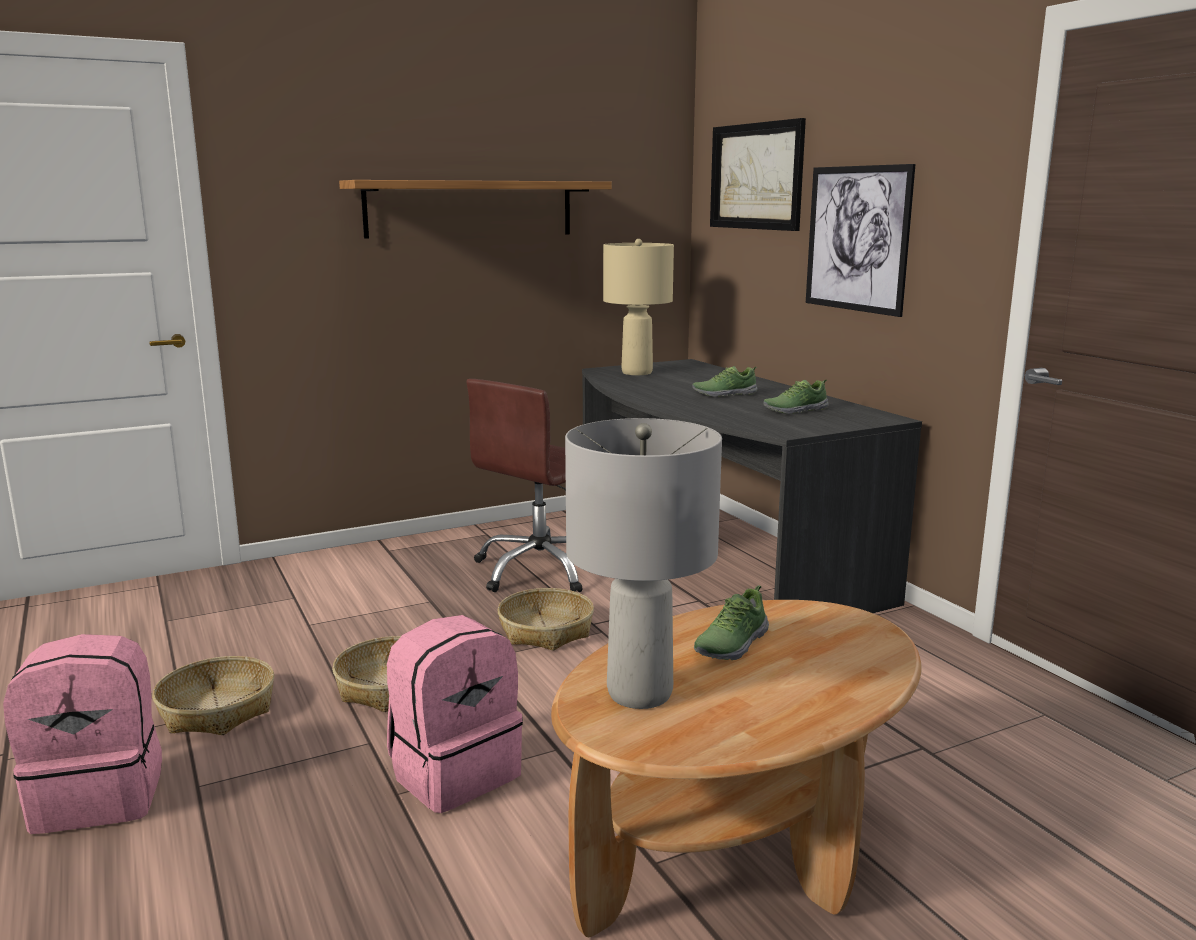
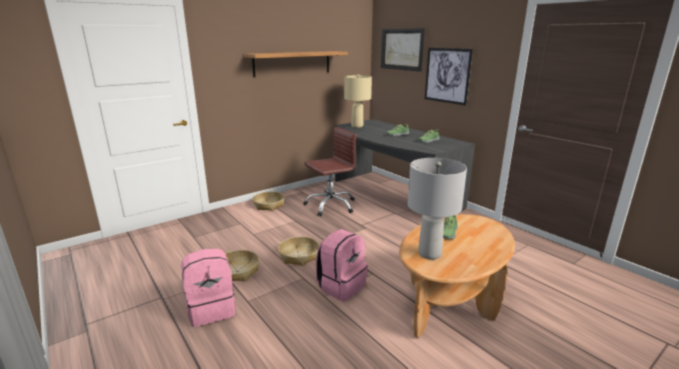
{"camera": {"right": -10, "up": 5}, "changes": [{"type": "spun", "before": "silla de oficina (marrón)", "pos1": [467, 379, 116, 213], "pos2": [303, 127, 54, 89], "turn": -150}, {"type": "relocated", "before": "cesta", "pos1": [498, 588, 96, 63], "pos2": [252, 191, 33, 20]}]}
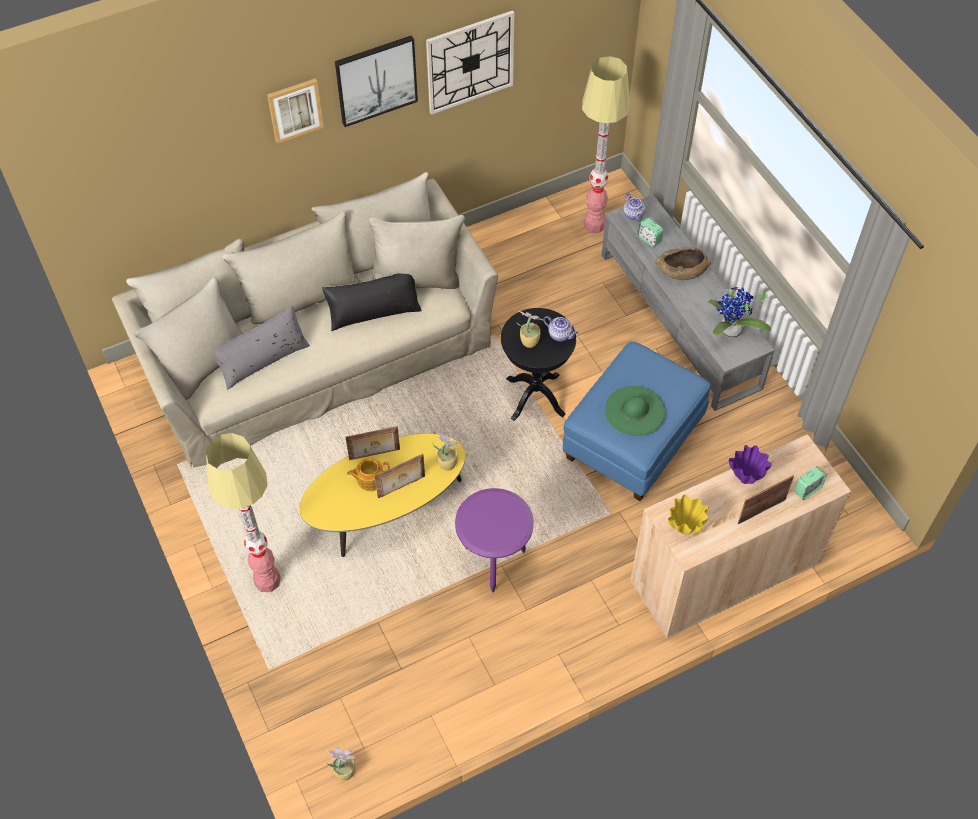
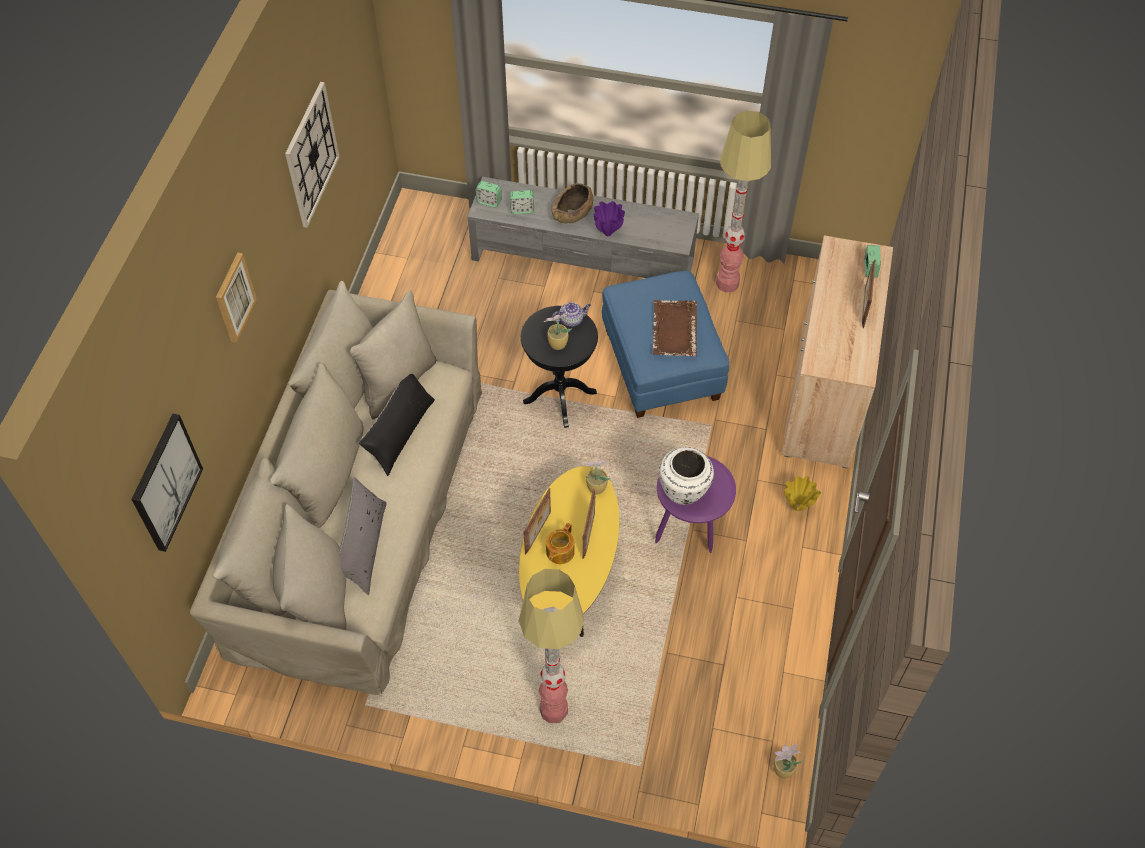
{"camera": {"right": -50, "up": 0}, "changes": [{"type": "relocated", "before": "cuadro", "pos1": [335, 35, 83, 92], "pos2": [131, 414, 72, 138]}, {"type": "relocated", "before": "lámpara de pie", "pos1": [582, 56, 48, 177], "pos2": [716, 111, 55, 182]}, {"type": "exchanged", "before": "tetera", "after": "despertador", "pos1": [623, 193, 22, 28], "pos2": [476, 181, 25, 27]}, {"type": "missing", "before": "planta en maceta", "pos1": [708, 287, 63, 51]}, {"type": "exchanged", "before": "sombrero (verde)", "after": "bandeja (marrón)", "pos1": [605, 386, 61, 50], "pos2": [653, 300, 44, 56]}, {"type": "relocated", "before": "florero (morado)", "pos1": [729, 445, 43, 39], "pos2": [594, 201, 31, 35]}, {"type": "relocated", "before": "florero (amarillo)", "pos1": [668, 495, 41, 40], "pos2": [784, 476, 37, 35]}, {"type": "appeared", "after": "florero (blanco)", "pos2": [659, 447, 55, 58]}]}
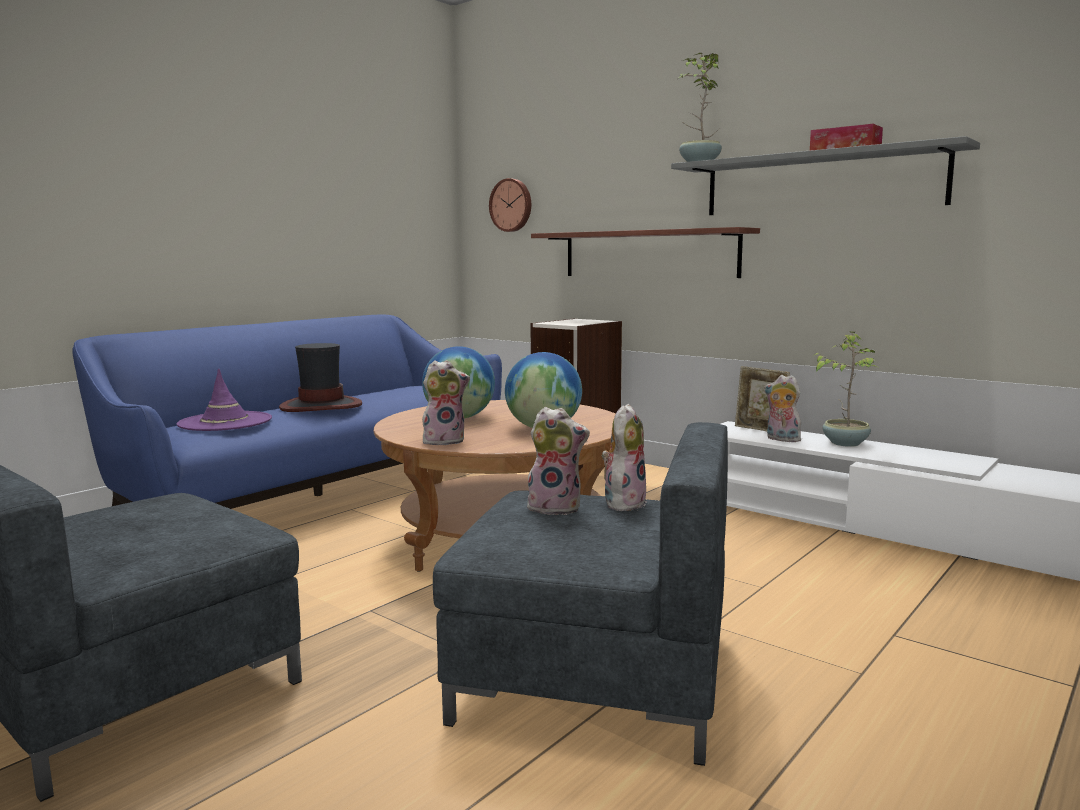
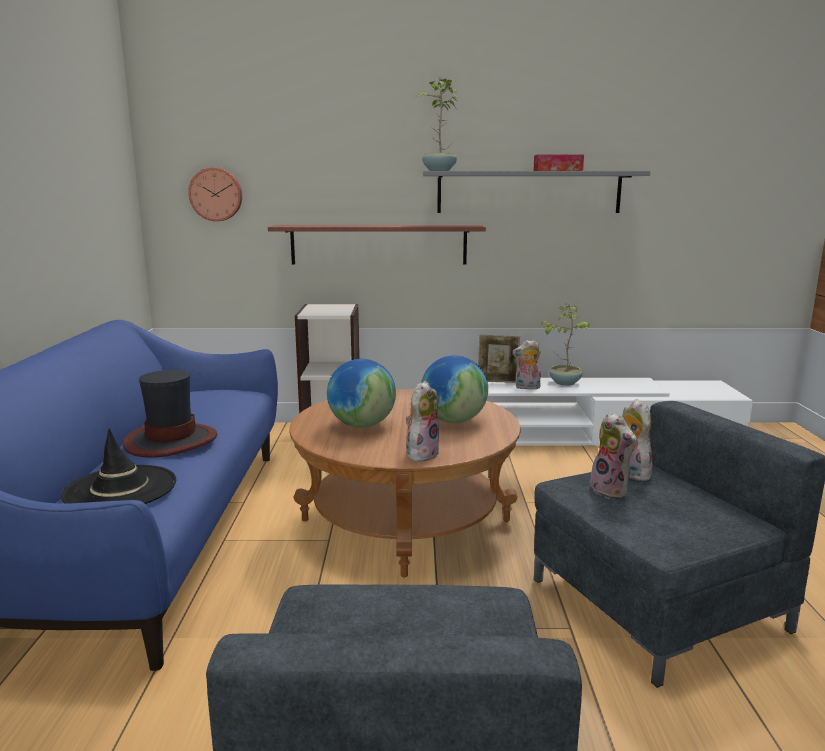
{"camera": {"right": -40, "up": 5}, "changes": [{"type": "colour", "before": "sombrero (morado)", "after": "sombrero (negro)", "pos1": [176, 368, 96, 63], "pos2": [61, 428, 115, 76]}, {"type": "spun", "before": "peluche", "pos1": [525, 407, 65, 108], "pos2": [590, 411, 47, 88], "turn": 90}]}
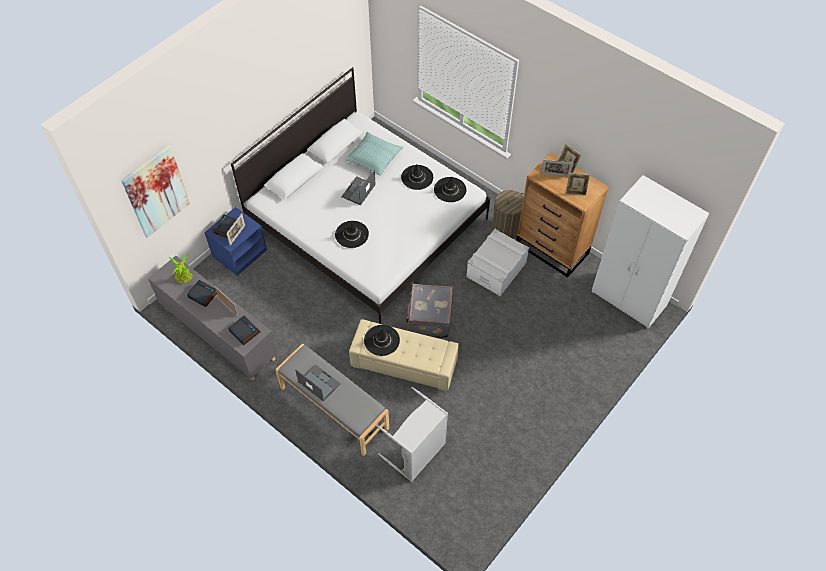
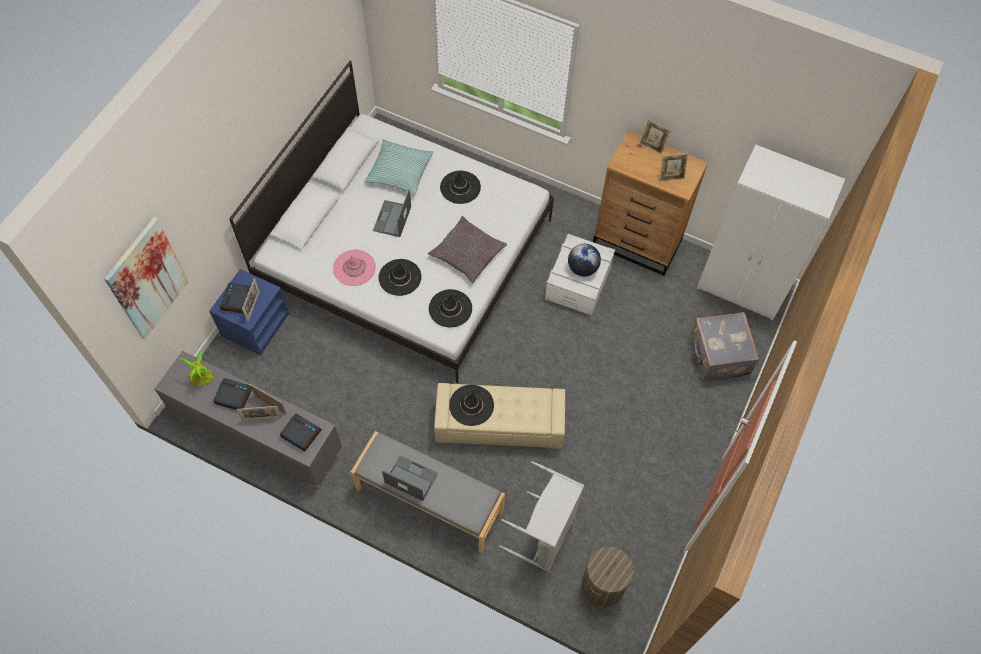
{"camera": {"right": -15, "up": 5}, "changes": [{"type": "relocated", "before": "portarretratos", "pos1": [541, 160, 33, 17], "pos2": [236, 406, 46, 15]}, {"type": "relocated", "before": "sombrero (negro)", "pos1": [434, 177, 32, 25], "pos2": [429, 289, 43, 38]}, {"type": "relocated", "before": "cesto de la ropa", "pos1": [492, 190, 32, 49], "pos2": [581, 546, 53, 61]}, {"type": "relocated", "before": "maleta (gris)", "pos1": [406, 284, 47, 55], "pos2": [690, 312, 69, 70]}, {"type": "appeared", "after": "cojín (gris)", "pos2": [428, 216, 79, 67]}, {"type": "appeared", "after": "globo terráqueo", "pos2": [568, 244, 33, 32]}, {"type": "appeared", "after": "sombrero (rosa)", "pos2": [333, 250, 43, 36]}]}
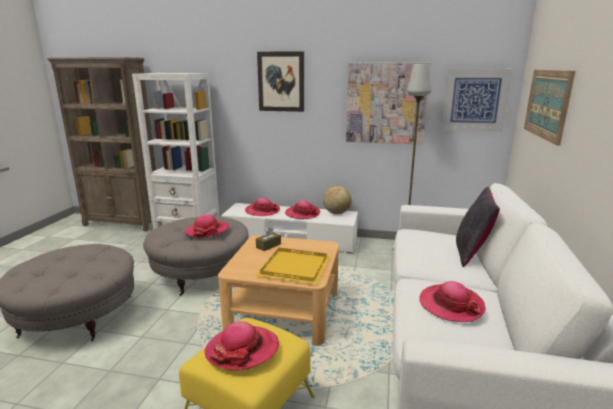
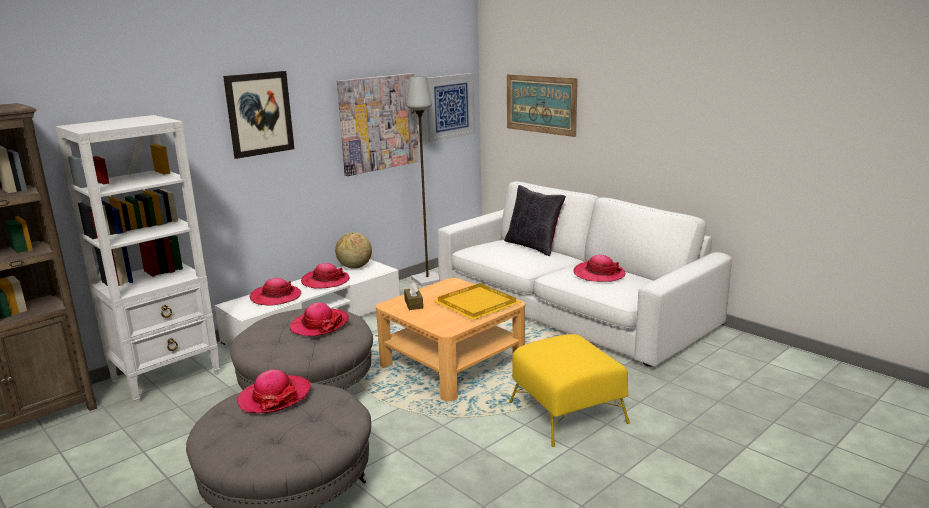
{"camera": {"right": -55, "up": 0}, "changes": [{"type": "relocated", "before": "sombrero", "pos1": [204, 321, 75, 49], "pos2": [237, 369, 74, 44]}]}
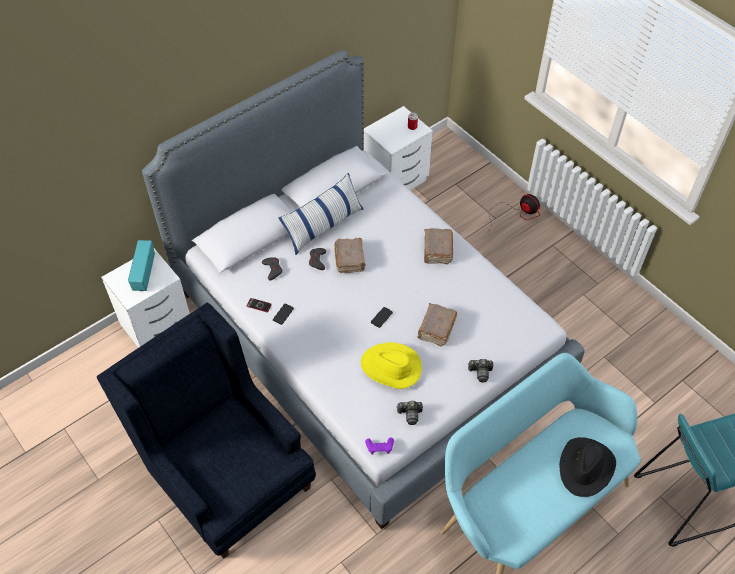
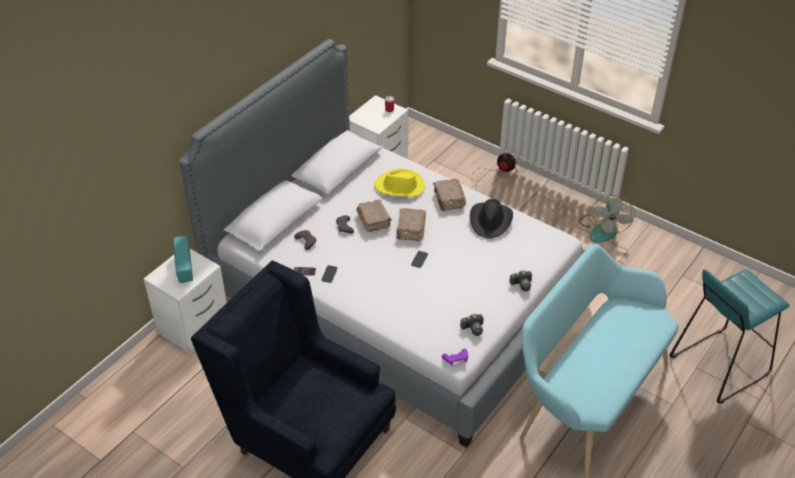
{"camera": {"right": -15, "up": -10}, "changes": [{"type": "missing", "before": "cojín", "pos1": [279, 173, 84, 82]}, {"type": "relocated", "before": "libro (marrón)", "pos1": [418, 303, 39, 44], "pos2": [397, 208, 29, 33]}, {"type": "relocated", "before": "sombrero (amarillo)", "pos1": [361, 342, 61, 47], "pos2": [374, 169, 51, 28]}, {"type": "relocated", "before": "sombrero (negro)", "pos1": [559, 437, 57, 60], "pos2": [470, 199, 43, 40]}, {"type": "appeared", "after": "ventilador", "pos2": [579, 195, 56, 48]}]}
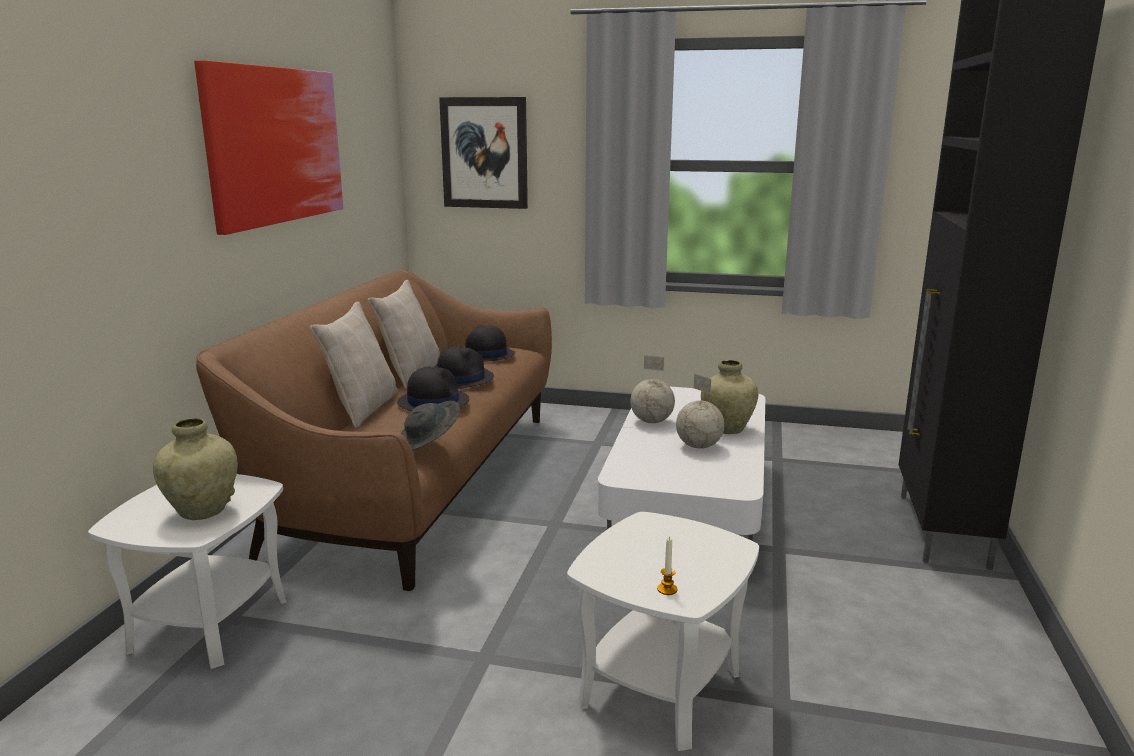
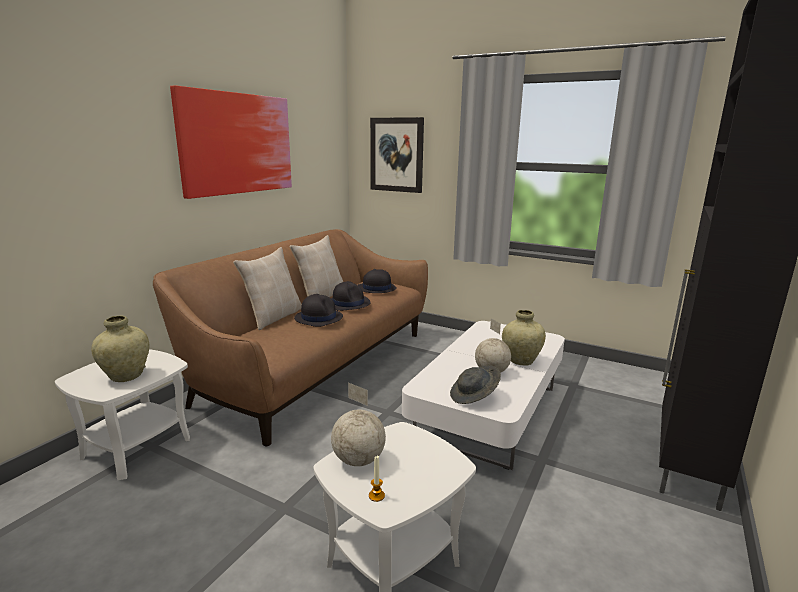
{"camera": {"right": 15, "up": 0}, "changes": [{"type": "relocated", "before": "globo terráqueo", "pos1": [630, 355, 45, 68], "pos2": [331, 382, 55, 84]}, {"type": "relocated", "before": "sombrero (gris)", "pos1": [401, 401, 59, 49], "pos2": [450, 366, 51, 38]}]}
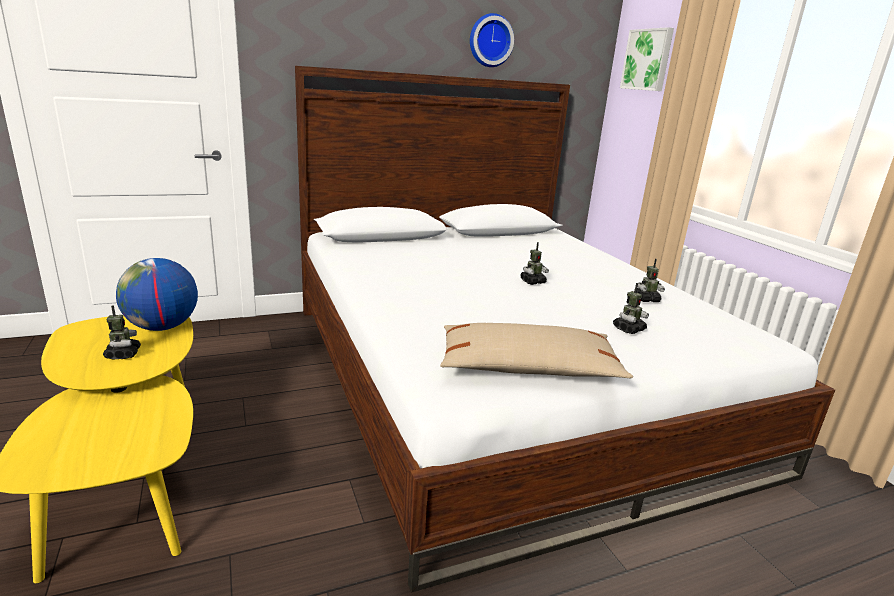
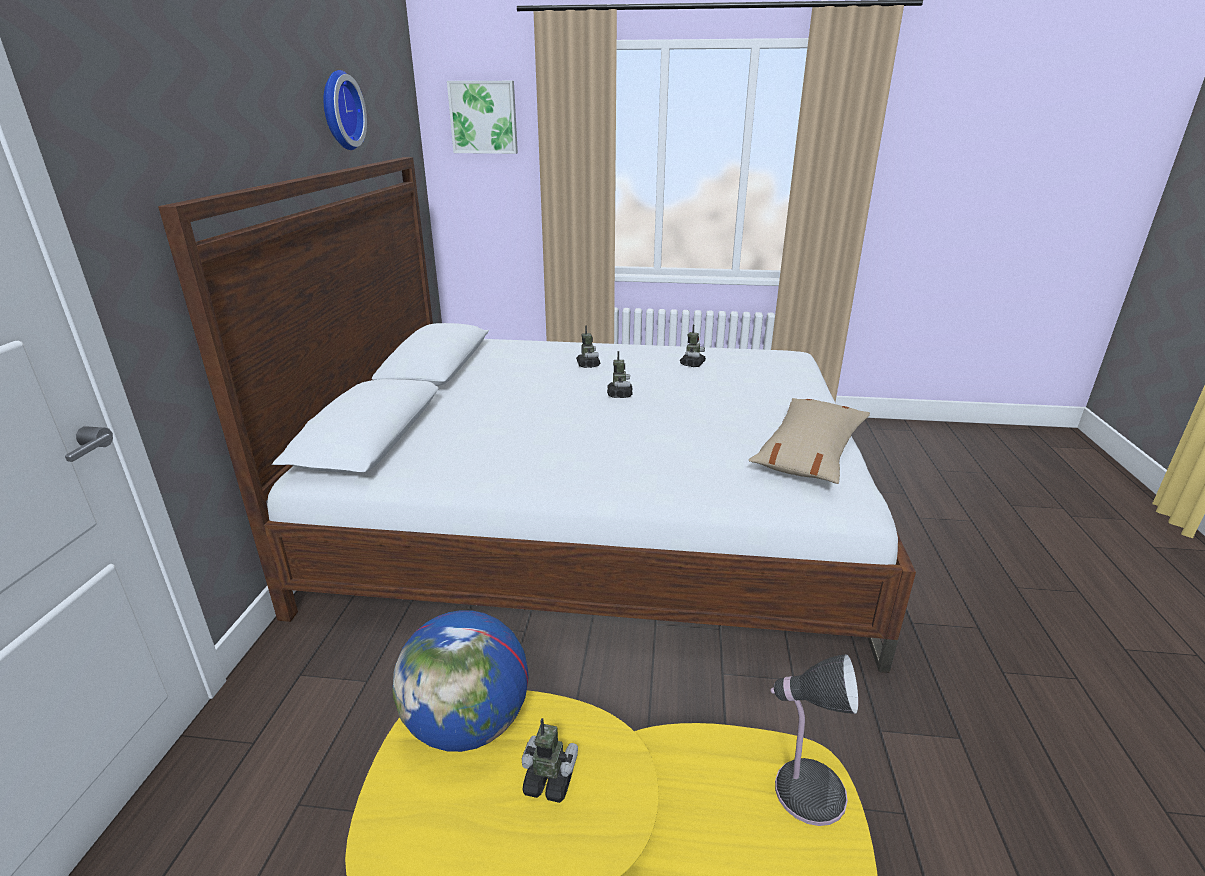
{"camera": {"right": -60, "up": 5}, "changes": [{"type": "relocated", "before": "robot de juguete", "pos1": [613, 283, 36, 51], "pos2": [576, 326, 24, 42]}, {"type": "appeared", "after": "lámpara de mesa", "pos2": [770, 654, 88, 172]}]}
